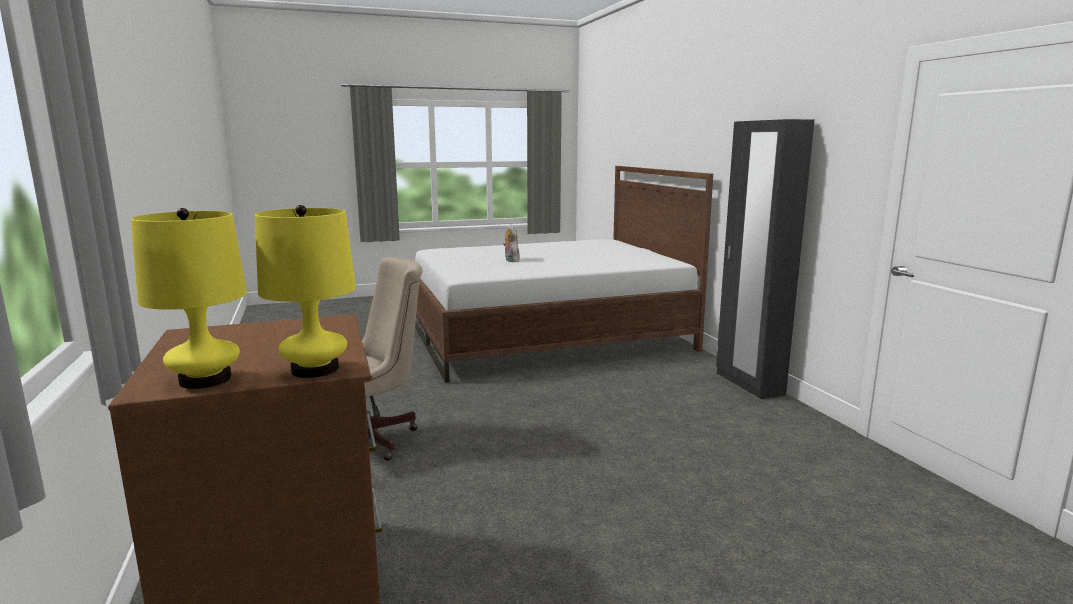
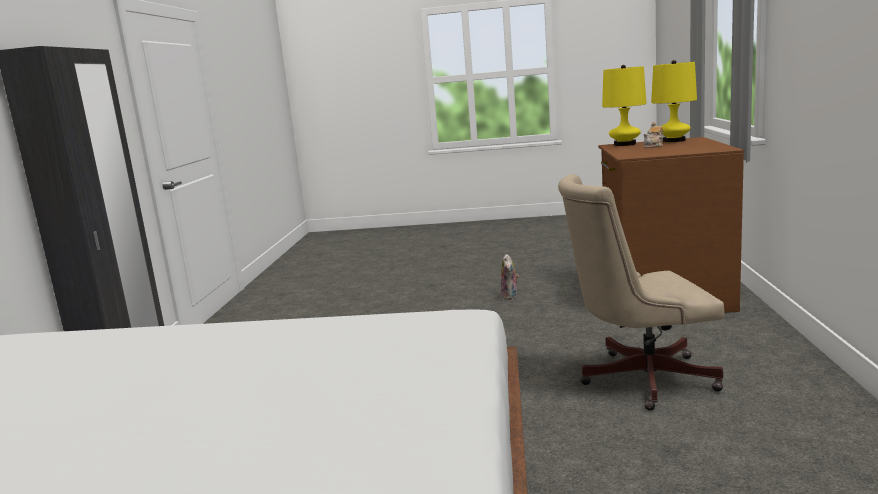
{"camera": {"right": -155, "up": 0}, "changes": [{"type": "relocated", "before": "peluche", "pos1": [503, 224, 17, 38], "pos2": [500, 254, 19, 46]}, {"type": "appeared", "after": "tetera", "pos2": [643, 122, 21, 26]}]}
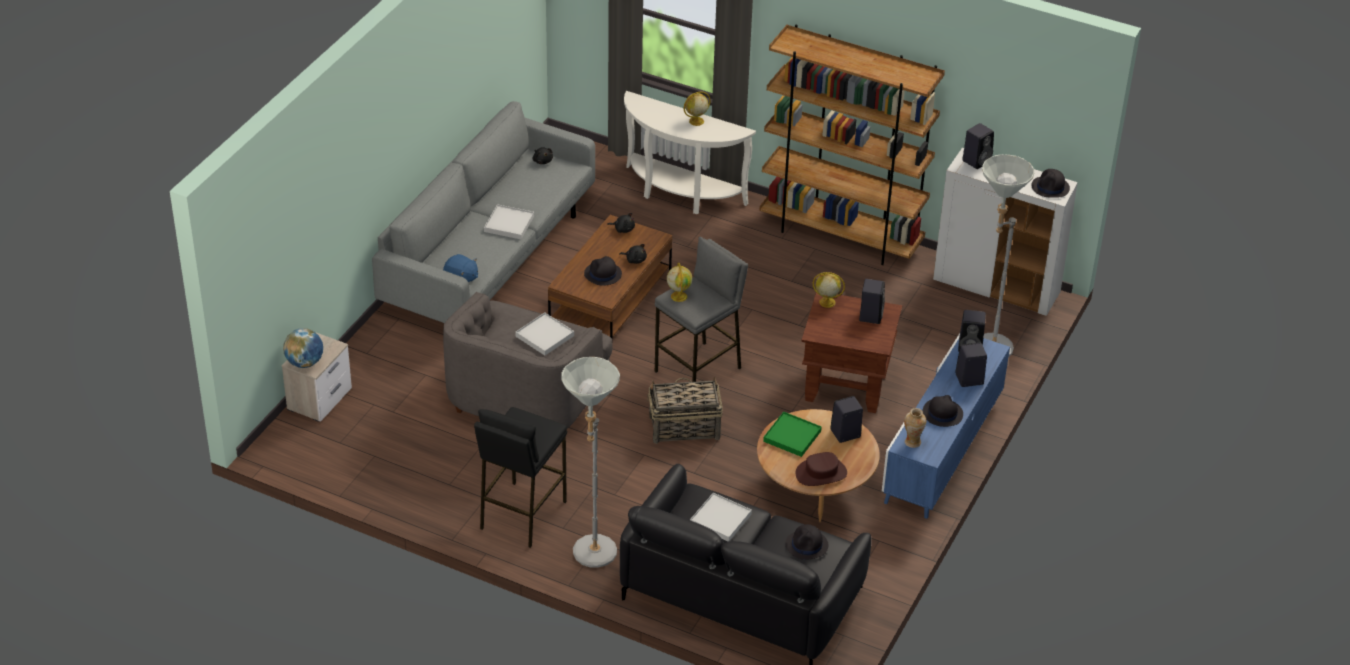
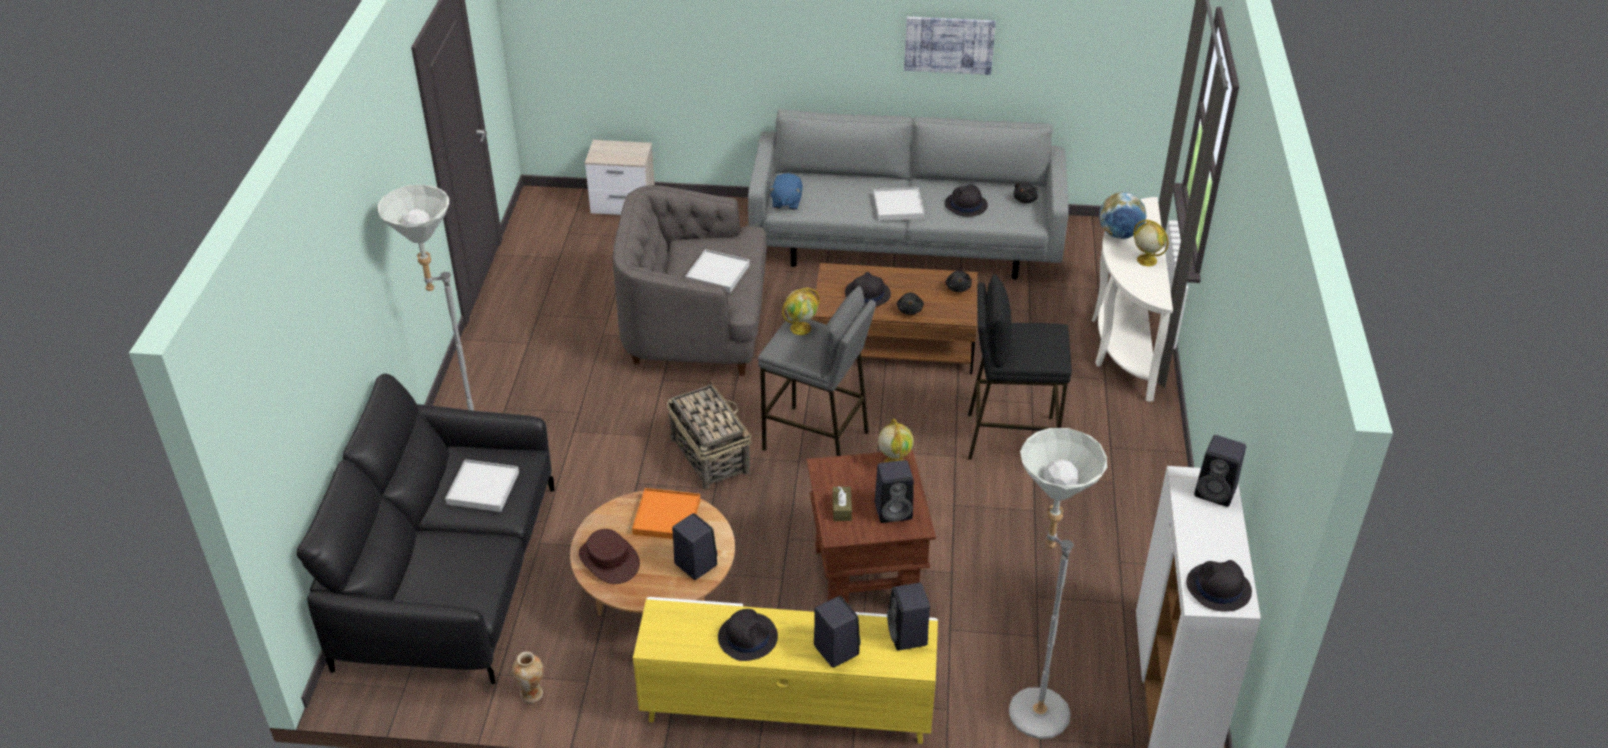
{"camera": {"right": 70, "up": 0}, "changes": [{"type": "missing", "before": "estantería (marrón)", "pos1": [759, 25, 186, 240]}, {"type": "relocated", "before": "globo terráqueo", "pos1": [283, 328, 40, 40], "pos2": [1099, 192, 47, 47]}, {"type": "colour", "before": "mueble de televisión (azul)", "after": "mueble de televisión (amarillo)", "pos1": [882, 333, 128, 186], "pos2": [633, 597, 305, 147]}, {"type": "relocated", "before": "taburete (negro)", "pos1": [474, 407, 93, 141], "pos2": [968, 274, 104, 186]}, {"type": "relocated", "before": "florero", "pos1": [904, 408, 22, 40], "pos2": [512, 651, 31, 52]}, {"type": "colour", "before": "bandeja (verde)", "after": "bandeja (naranja)", "pos1": [763, 412, 59, 45], "pos2": [632, 488, 68, 51]}, {"type": "relocated", "before": "sombrero (negro)", "pos1": [785, 524, 43, 36], "pos2": [945, 184, 43, 33]}, {"type": "appeared", "after": "cuadro", "pos2": [904, 17, 92, 58]}, {"type": "appeared", "after": "caja de pañuelos (marrón)", "pos2": [833, 486, 19, 35]}]}
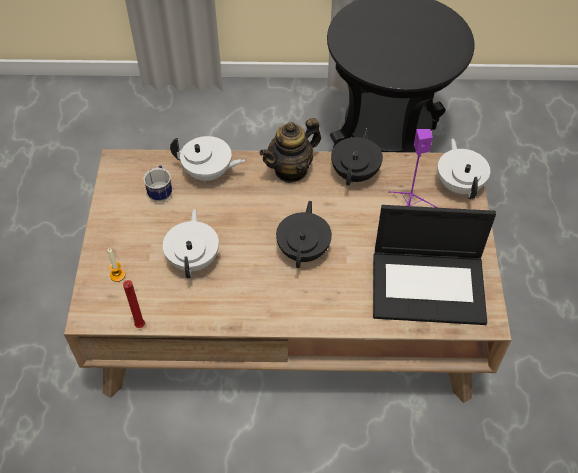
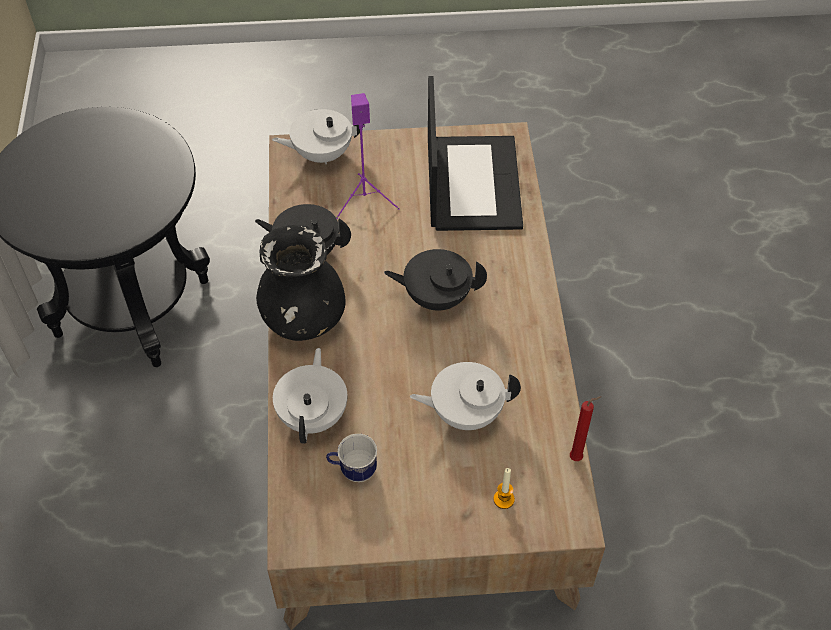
{"camera": {"right": -95, "up": 0}, "changes": [{"type": "exchanged", "before": "tetera", "after": "florero (negro)", "pos1": [259, 118, 62, 65], "pos2": [256, 224, 90, 117]}]}
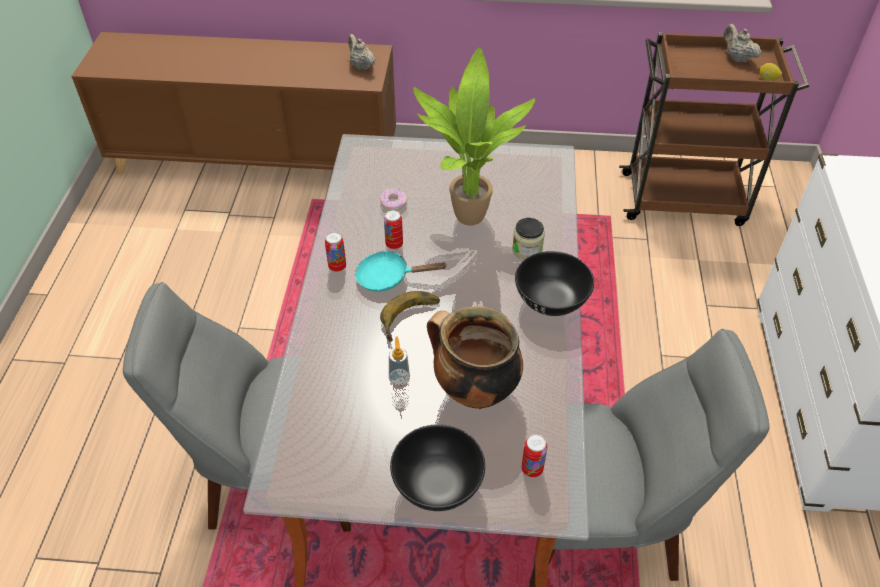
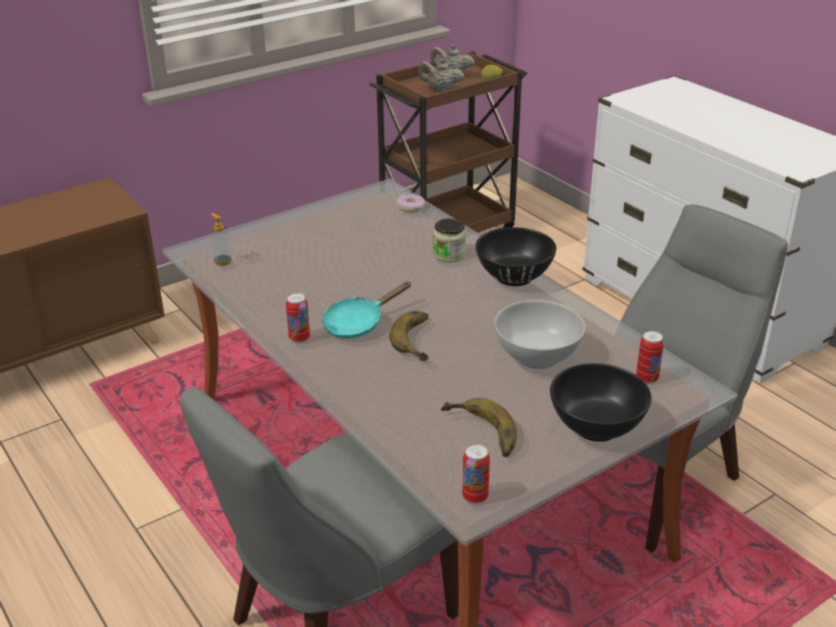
{"camera": {"right": -40, "up": -15}, "changes": [{"type": "relocated", "before": "tetera (beis)", "pos1": [348, 34, 27, 36], "pos2": [418, 59, 46, 33]}, {"type": "missing", "before": "planta en maceta", "pos1": [413, 48, 122, 178]}, {"type": "relocated", "before": "rosquilla", "pos1": [380, 189, 27, 22], "pos2": [396, 194, 29, 18]}, {"type": "relocated", "before": "lata", "pos1": [384, 210, 19, 39], "pos2": [462, 444, 28, 60]}, {"type": "exchanged", "before": "olla", "after": "cuenco (blanco)", "pos1": [427, 306, 96, 103], "pos2": [494, 300, 92, 69]}, {"type": "relocated", "before": "dispensador de jabón", "pos1": [389, 336, 21, 50], "pos2": [210, 213, 22, 53]}, {"type": "appeared", "after": "plátano", "pos2": [441, 398, 76, 59]}]}
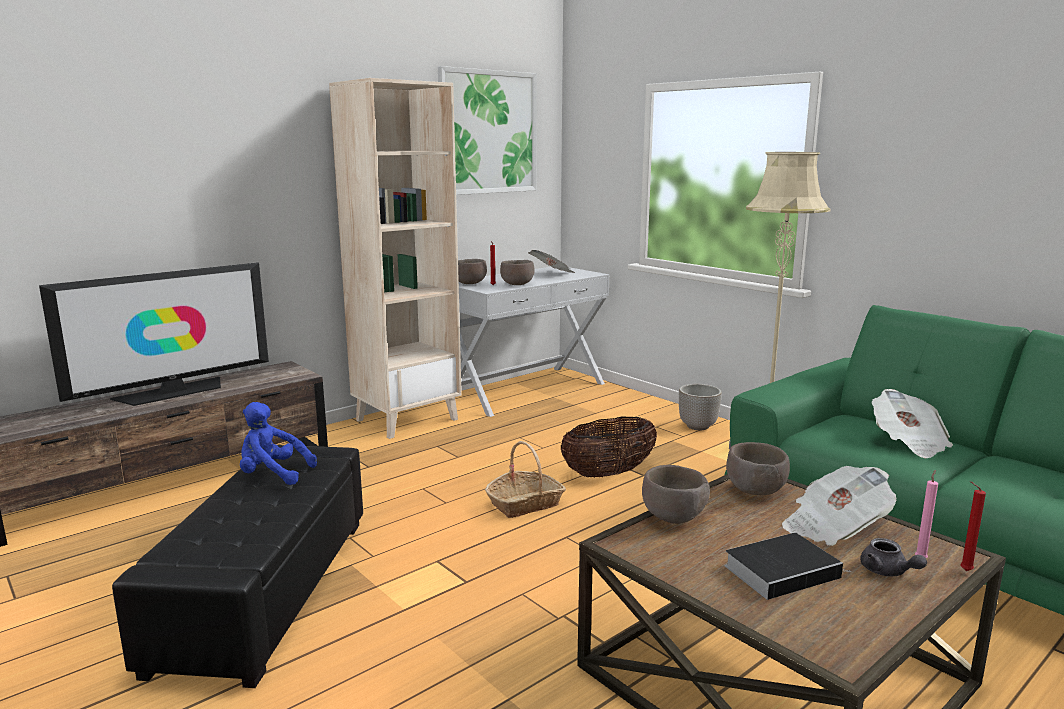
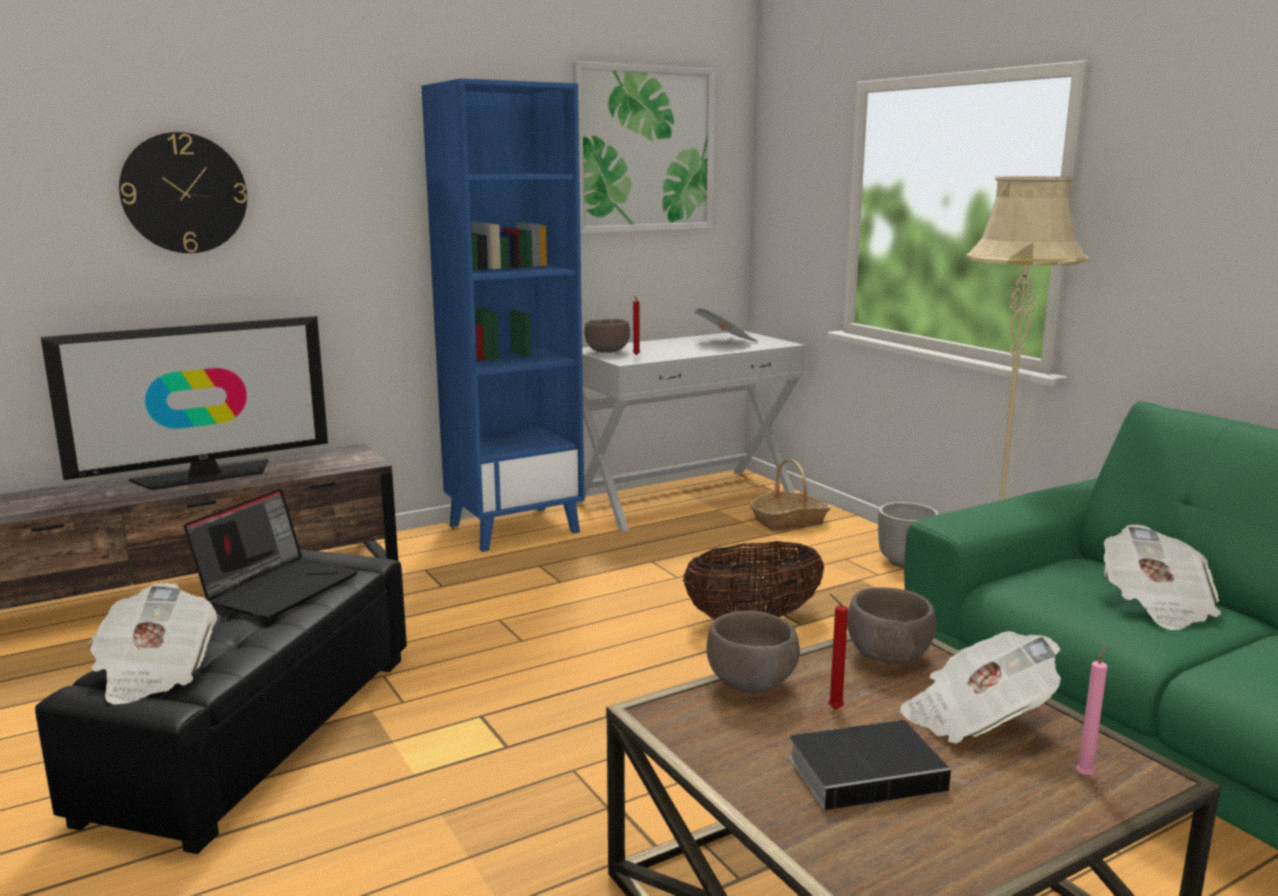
{"camera": {"right": 10, "up": 0}, "changes": [{"type": "colour", "before": "estantería (beis)", "after": "estantería (azul)", "pos1": [329, 78, 133, 361], "pos2": [421, 78, 163, 474]}, {"type": "missing", "before": "cuenco (marrón)", "pos1": [500, 260, 35, 25]}, {"type": "exchanged", "before": "peluche (azul)", "after": "portátil", "pos1": [240, 402, 77, 83], "pos2": [184, 489, 174, 130]}, {"type": "relocated", "before": "cesta", "pos1": [485, 441, 81, 77], "pos2": [750, 459, 81, 72]}, {"type": "relocated", "before": "vela (rojo)", "pos1": [960, 481, 26, 90], "pos2": [828, 594, 20, 115]}, {"type": "missing", "before": "tetera (gris)", "pos1": [860, 538, 67, 39]}, {"type": "appeared", "after": "reloj de pared", "pos2": [119, 132, 128, 121]}, {"type": "appeared", "after": "periódico", "pos2": [88, 583, 129, 122]}]}
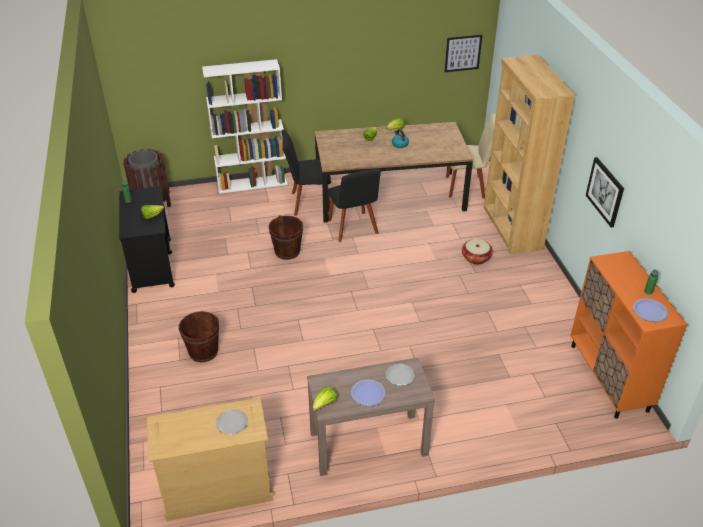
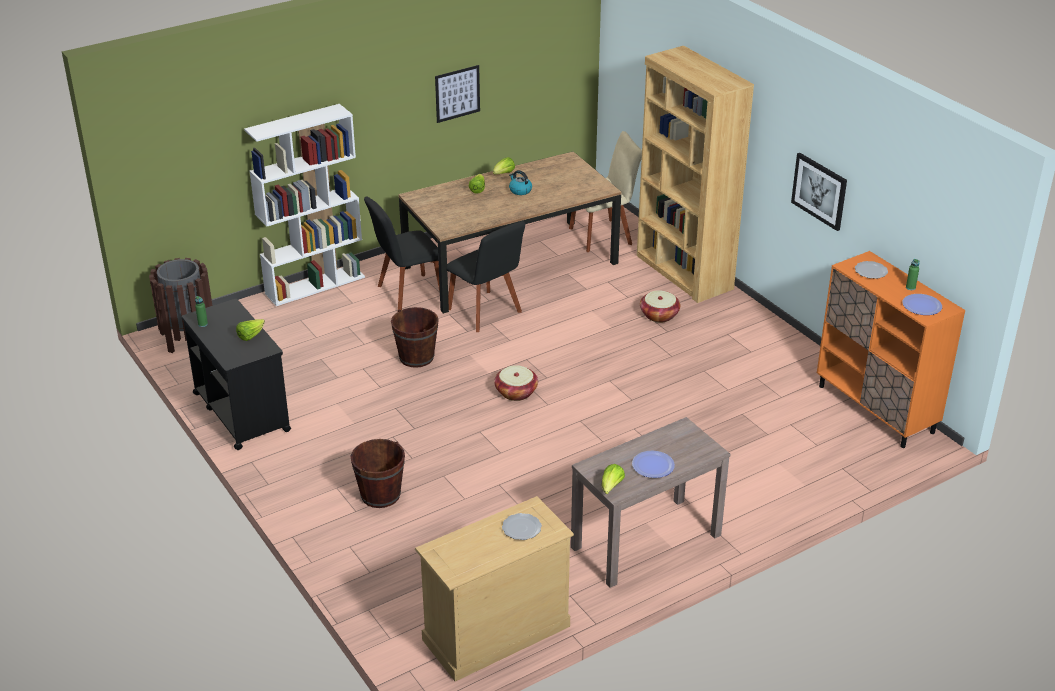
{"camera": {"right": -20, "up": -5}, "changes": [{"type": "relocated", "before": "cuadro", "pos1": [445, 35, 37, 37], "pos2": [435, 65, 45, 58]}, {"type": "relocated", "before": "plato", "pos1": [385, 364, 30, 22], "pos2": [855, 261, 33, 18]}, {"type": "appeared", "after": "cesta", "pos2": [494, 365, 44, 36]}]}
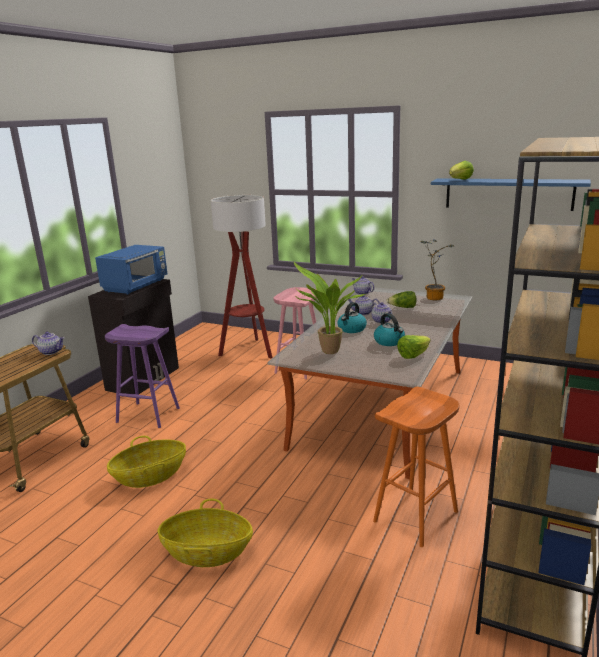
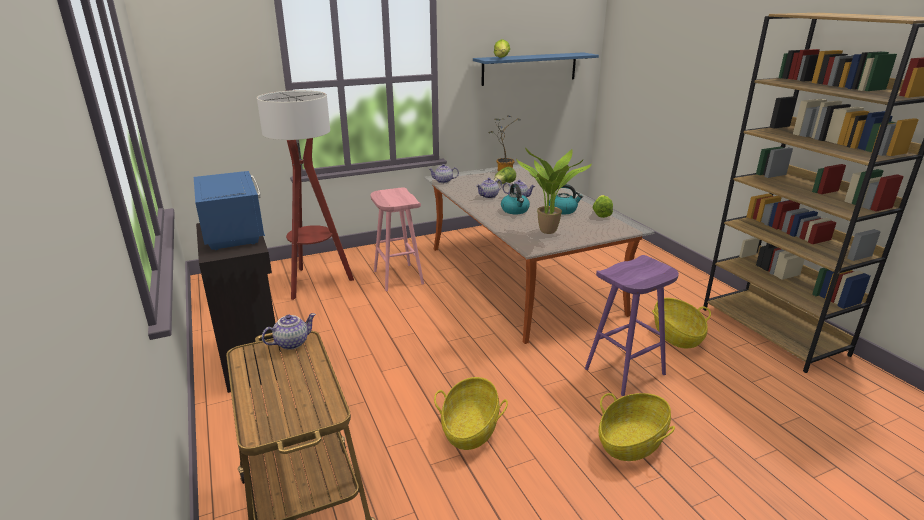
{"camera": {"right": -50, "up": 5}, "changes": [{"type": "relocated", "before": "taburete (morado)", "pos1": [105, 324, 75, 104], "pos2": [585, 255, 94, 141]}, {"type": "exchanged", "before": "taburete (naranja)", "after": "cesta", "pos1": [373, 387, 87, 160], "pos2": [652, 298, 59, 51]}]}
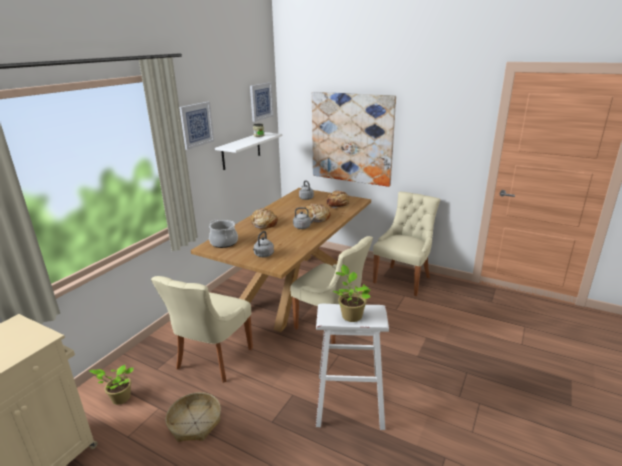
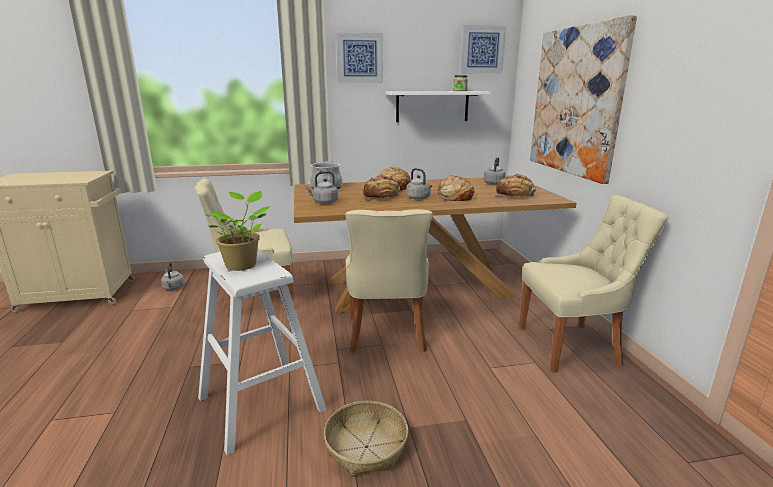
{"camera": {"right": 50, "up": -5}, "changes": [{"type": "exchanged", "before": "planta en maceta", "after": "hervidor (gris)", "pos1": [89, 365, 45, 39], "pos2": [161, 263, 24, 27]}, {"type": "relocated", "before": "cesta", "pos1": [166, 392, 55, 50], "pos2": [324, 401, 84, 76]}, {"type": "appeared", "after": "pan", "pos2": [363, 175, 37, 24]}]}
